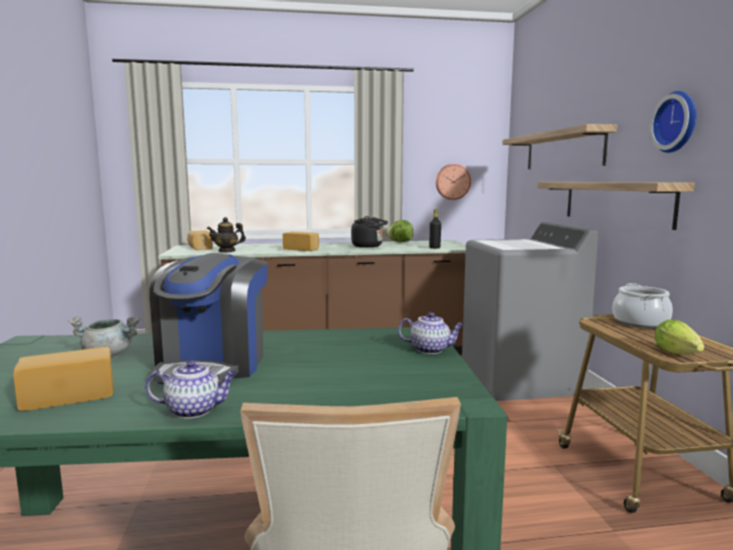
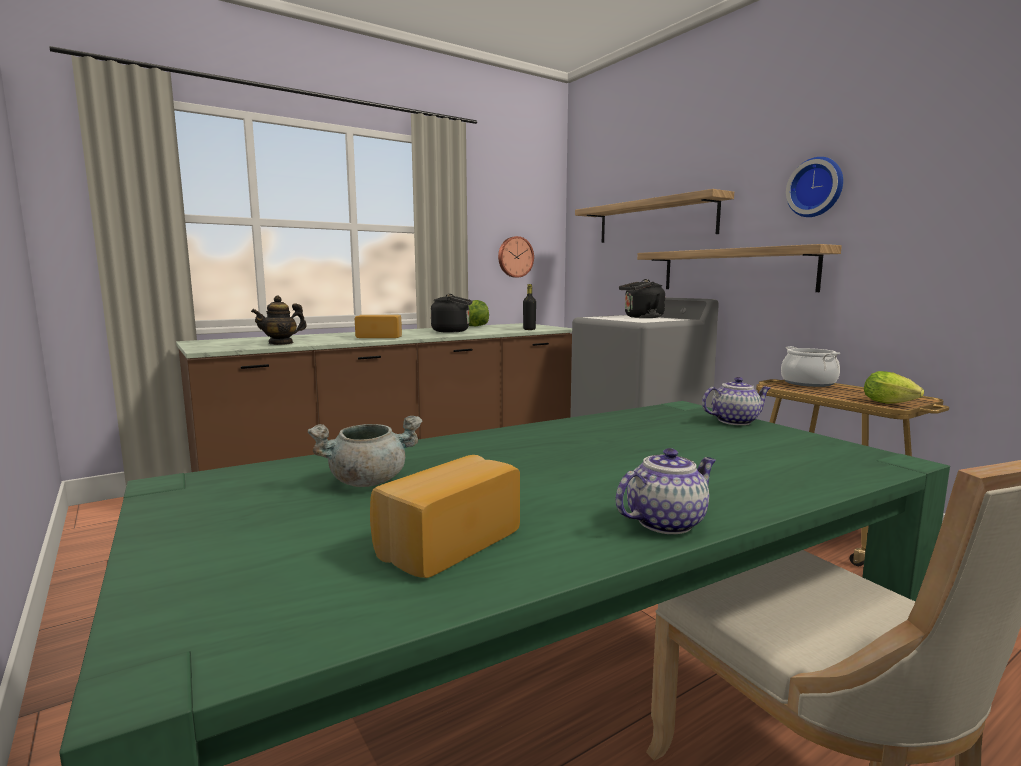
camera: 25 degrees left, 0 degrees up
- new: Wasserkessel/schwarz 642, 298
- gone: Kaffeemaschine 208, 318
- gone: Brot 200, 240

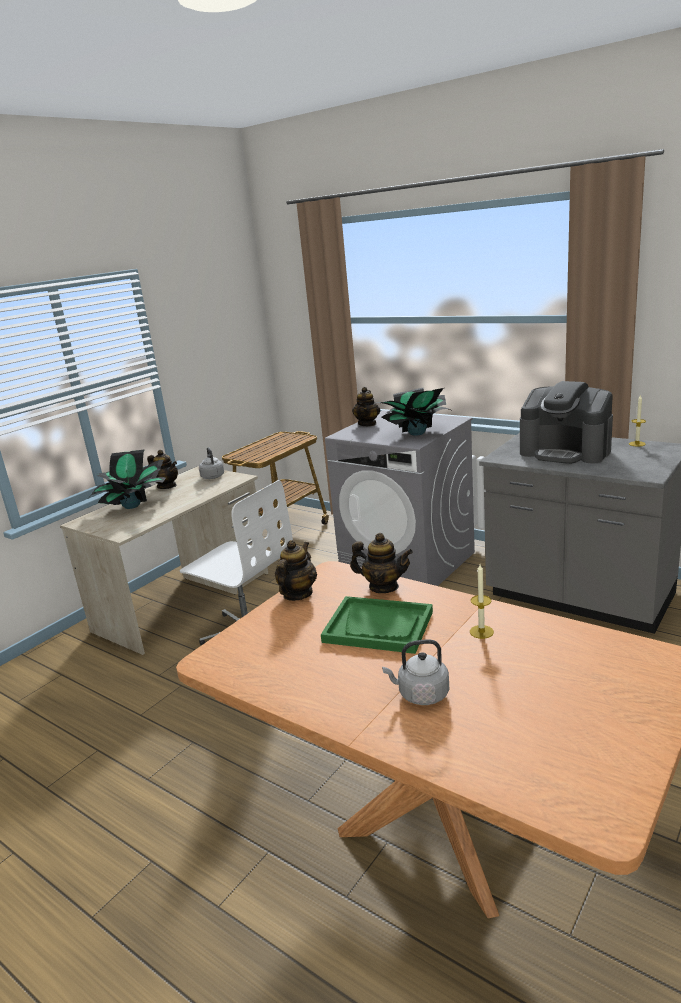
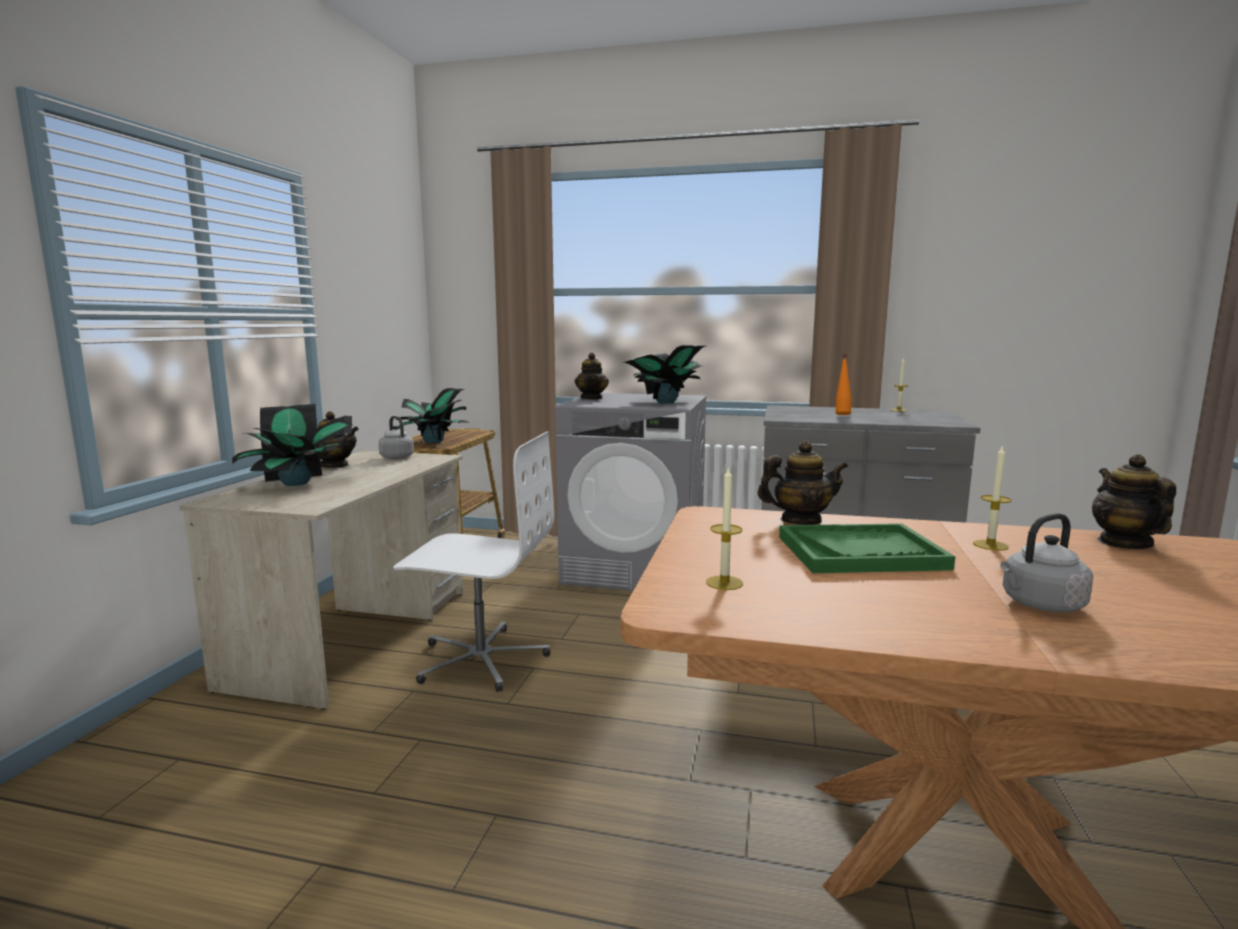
camera: 25 degrees left, 10 degrees down
- new: Topfpflanze 432, 416
- new: Kerze 724, 528
- swapped: Kaffeemaschine 566, 422 to Flasche/orange 843, 384
- shifted: Teekanne 296, 570 to 1134, 501

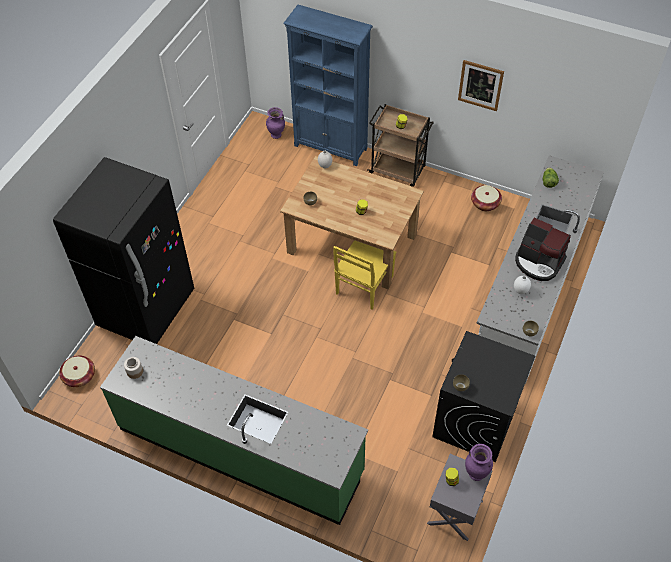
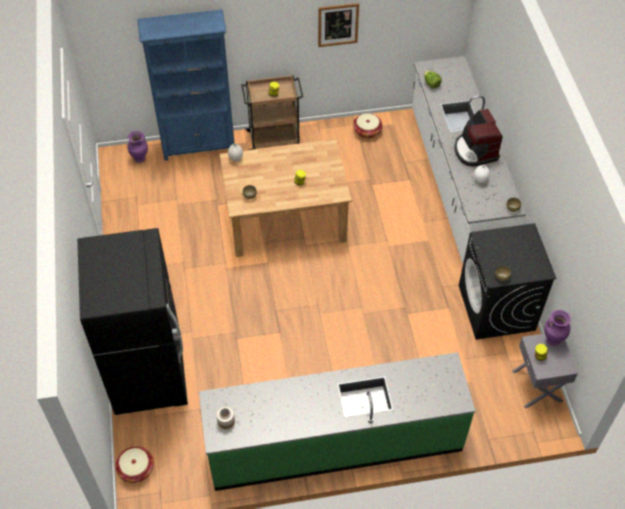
camera: 35 degrees left, 0 degrees up
- rotated: Kaffeemaschine 543, 249 = 478, 138 75 degrees clockwise
- gone: Stuhl/gelb 365, 275

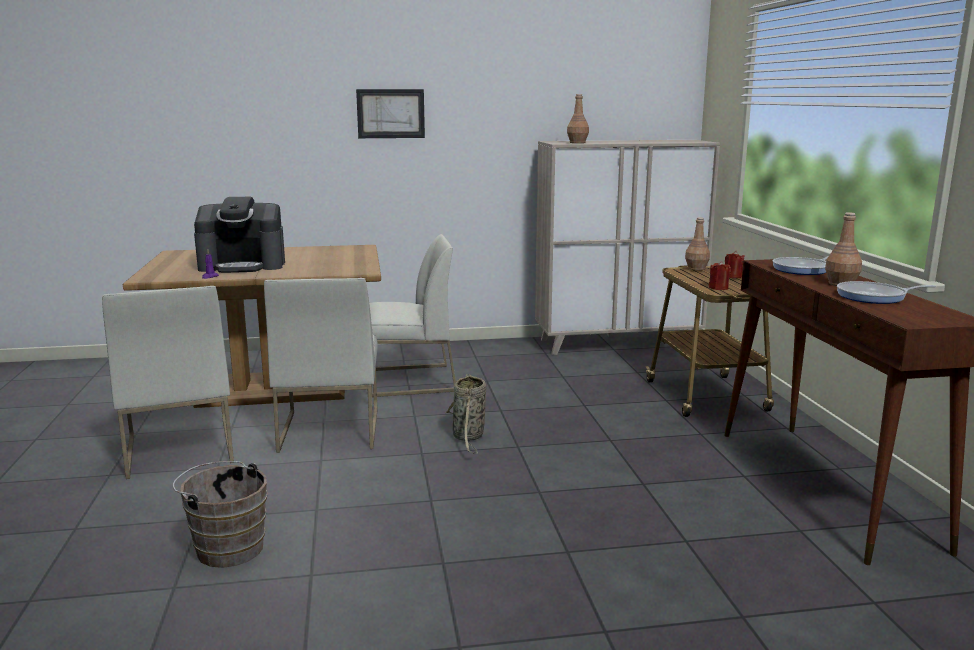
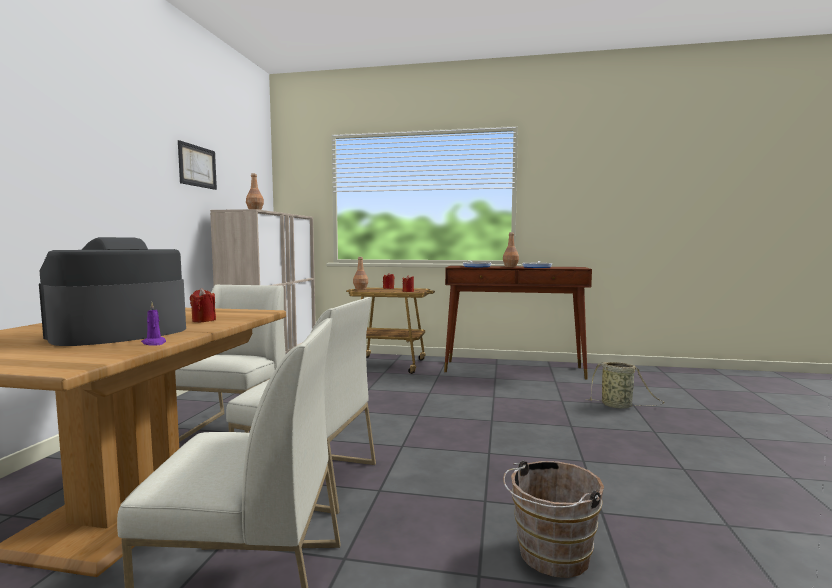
camera: 70 degrees left, 10 degrees down
- rotated: Kaffeemaschine 239, 235 = 112, 291 150 degrees counterclockwise
- shifted: Bild 390, 113 to 197, 165
- new: Kerze/rot 203, 305
- shifted: Korb 465, 414 to 626, 385

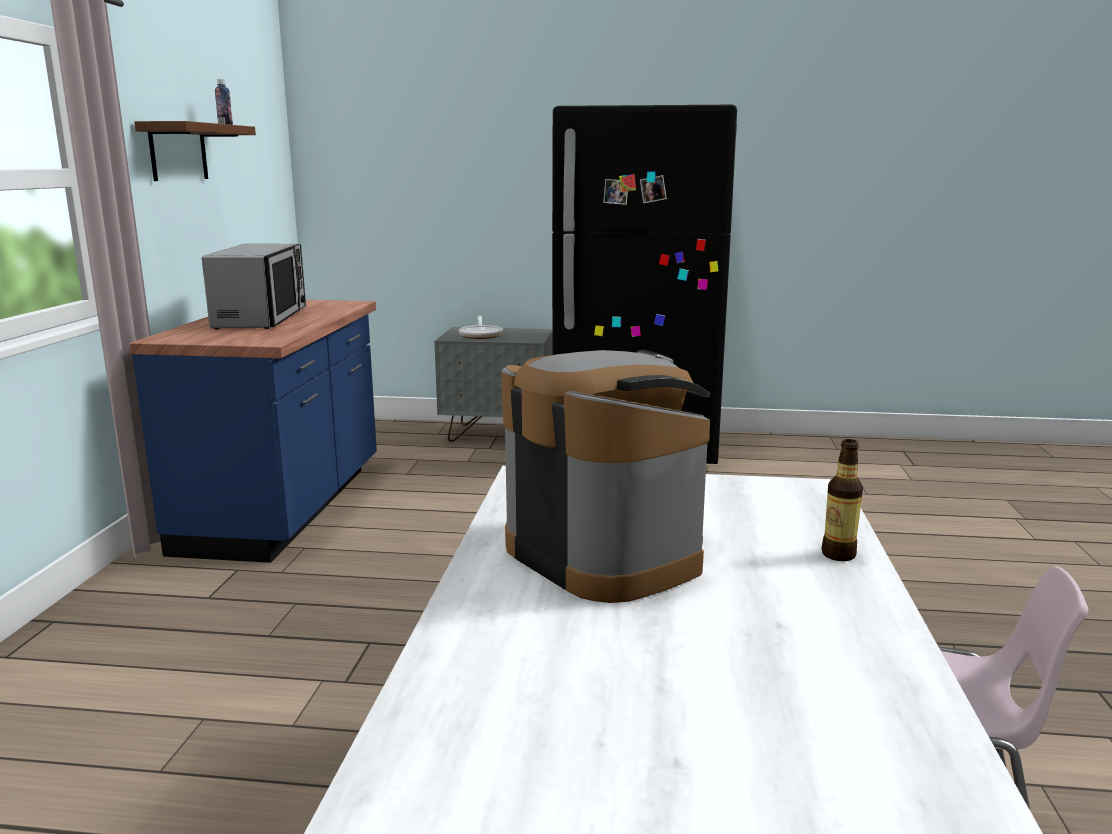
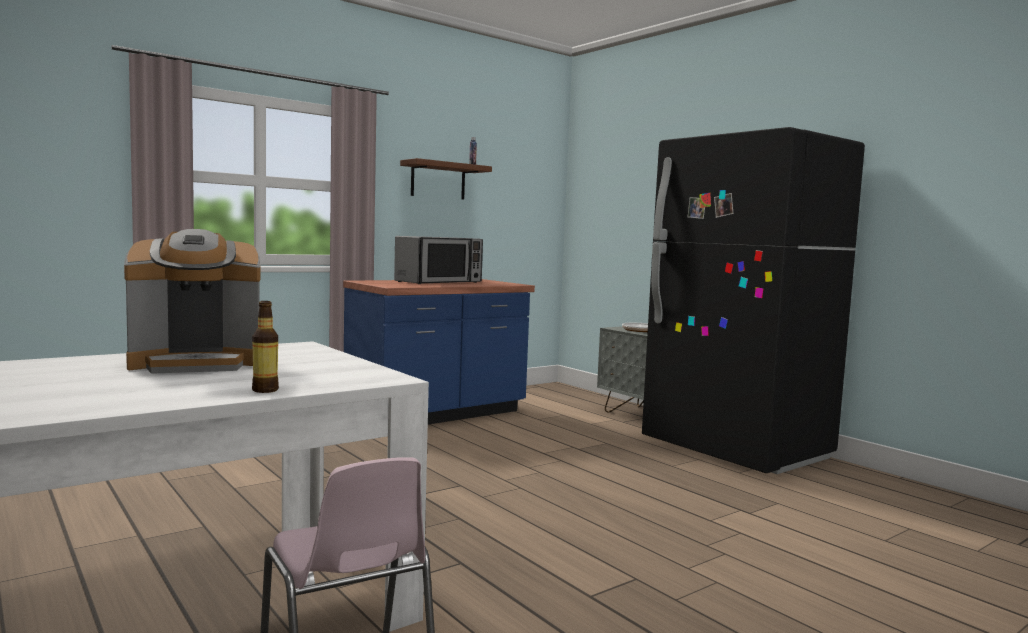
camera: 45 degrees right, 10 degrees down
- rotated: Kaffeemaschine 606, 476 = 192, 301 60 degrees clockwise

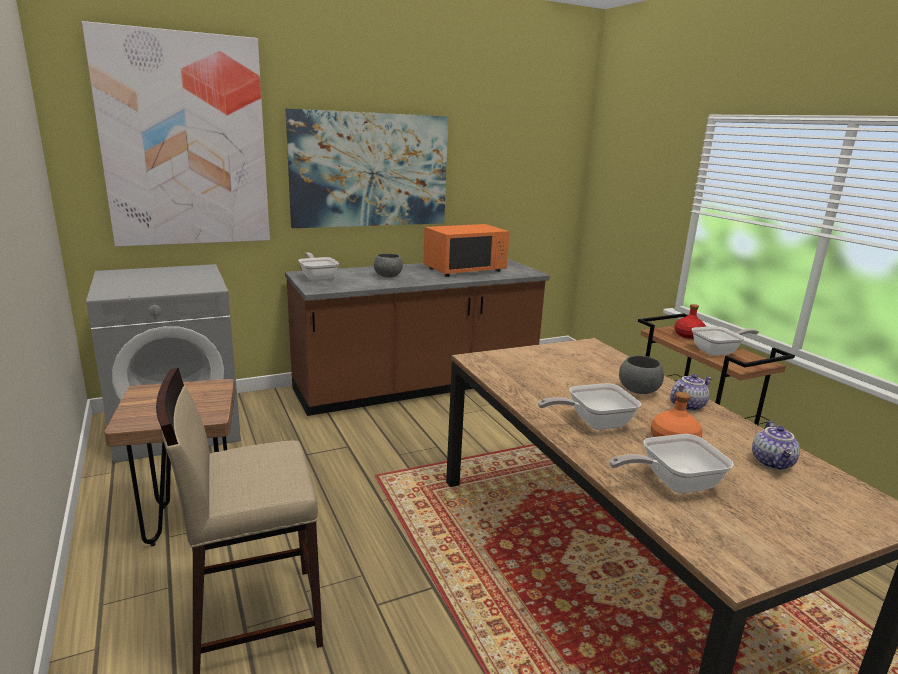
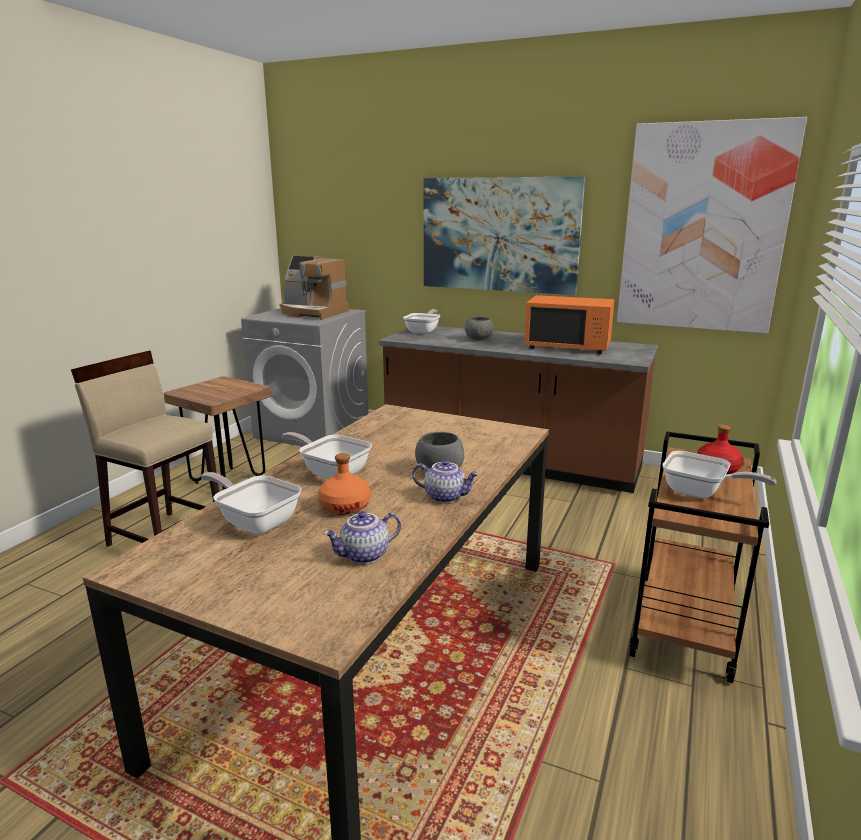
camera: 50 degrees right, 0 degrees up
- new: Kaffeemaschine 314, 288
- shifted: Bild 176, 134 to 712, 225

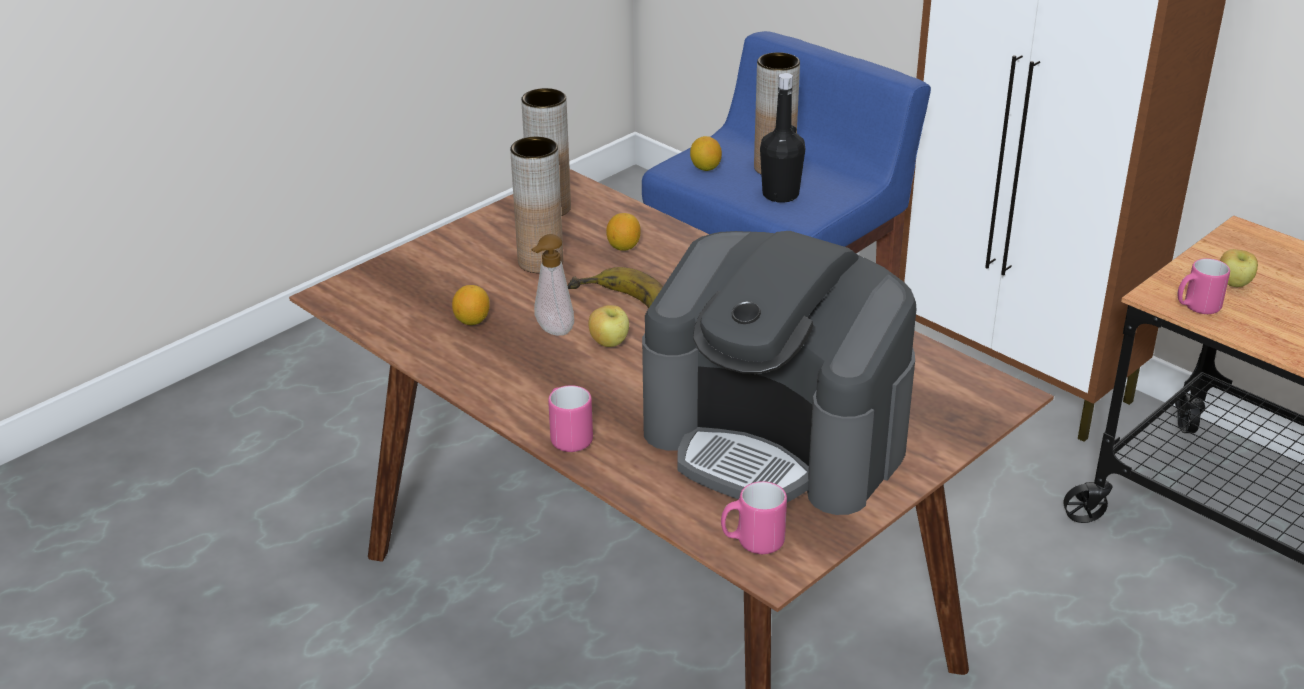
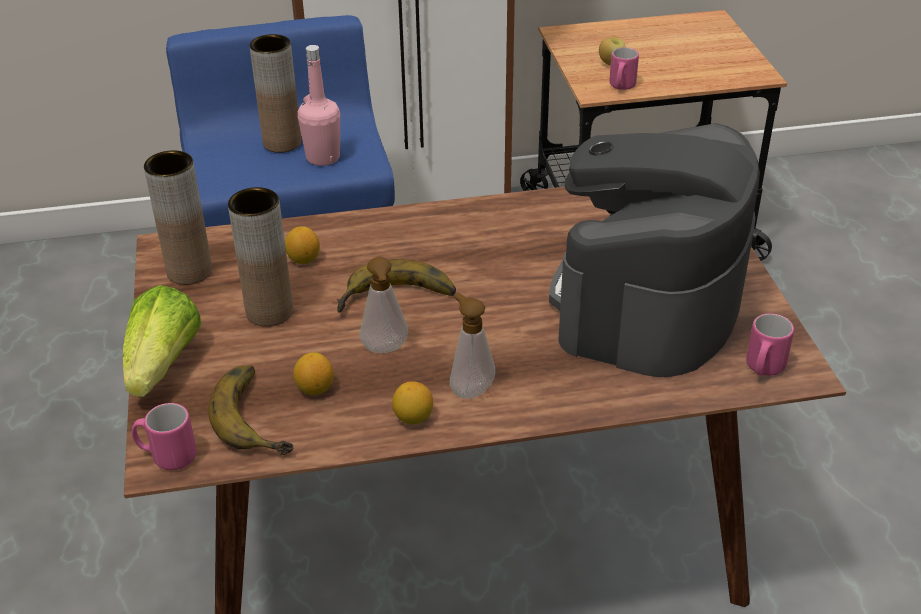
camera: 55 degrees left, 5 degrees up
- new: Salatkopf 162, 341
- shifted: Henkelbecher/rosa 570, 418 to 164, 436
- new: Banane 250, 410
- repainted: Flasche/schwarz 782, 138 to Flasche/rosa 318, 105
- shifted: Zitrone 706, 153 to 412, 402
- new: Seifenspender 472, 346
- rotated: Kaffeemaschine 779, 373 = 654, 250 135 degrees clockwise
- gone: Apfel 608, 326

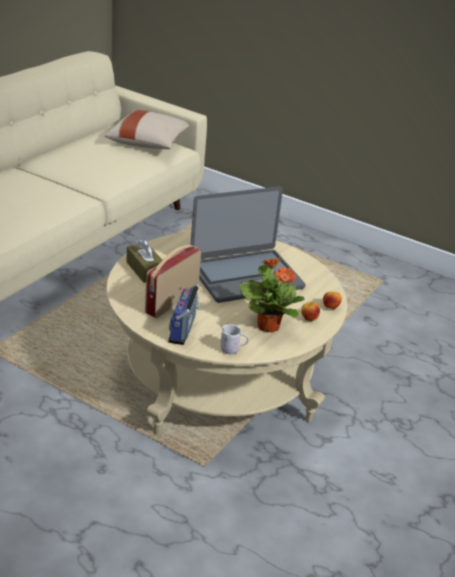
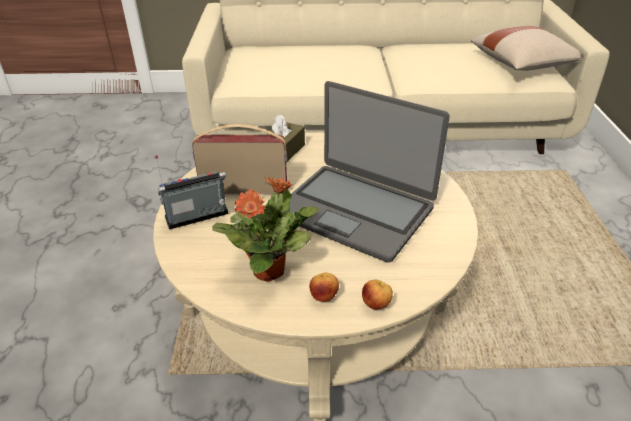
camera: 60 degrees right, 5 degrees up
- gone: Henkelbecher/weiß 234, 339

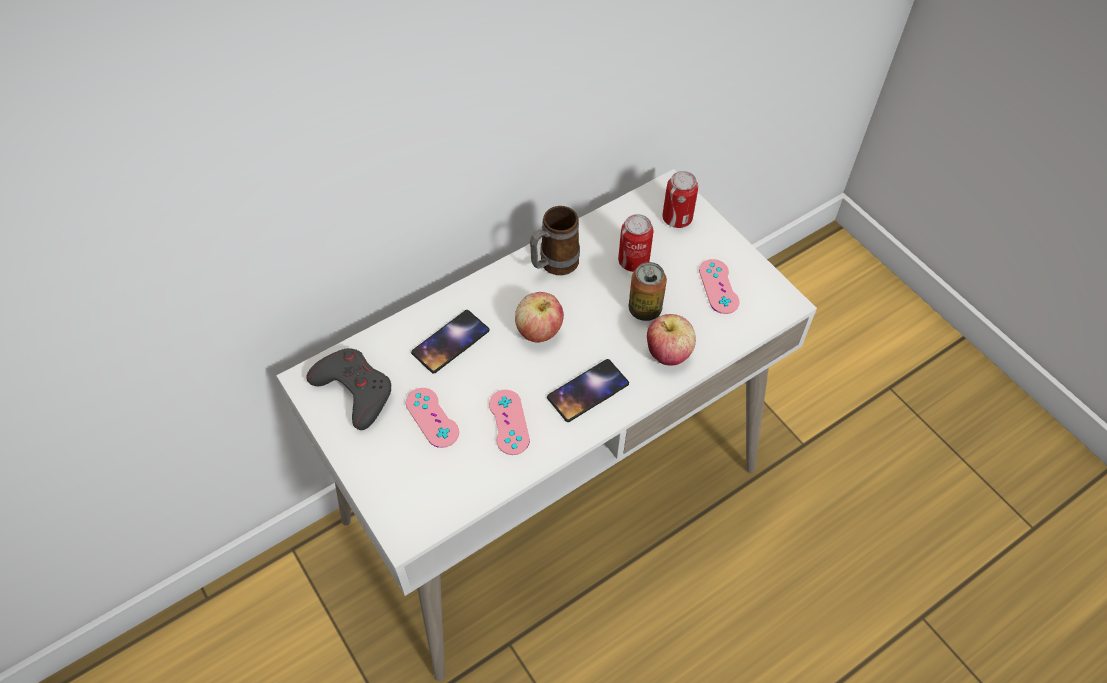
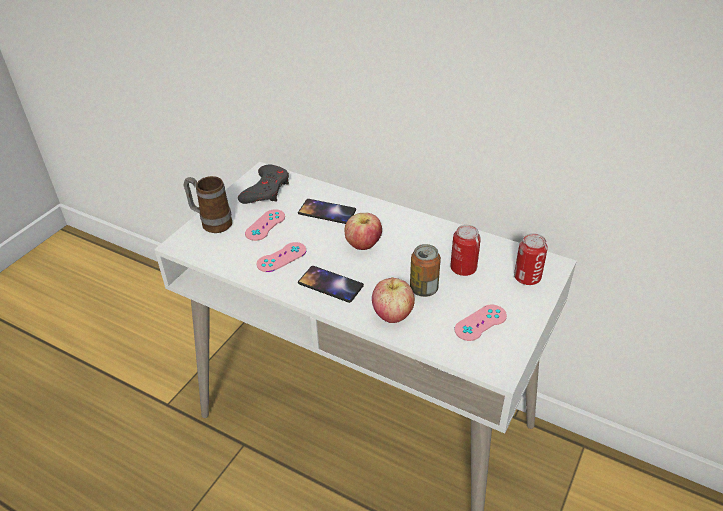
camera: 65 degrees right, 15 degrees down
- shifted: Henkelbecher 555, 240 to 207, 204

